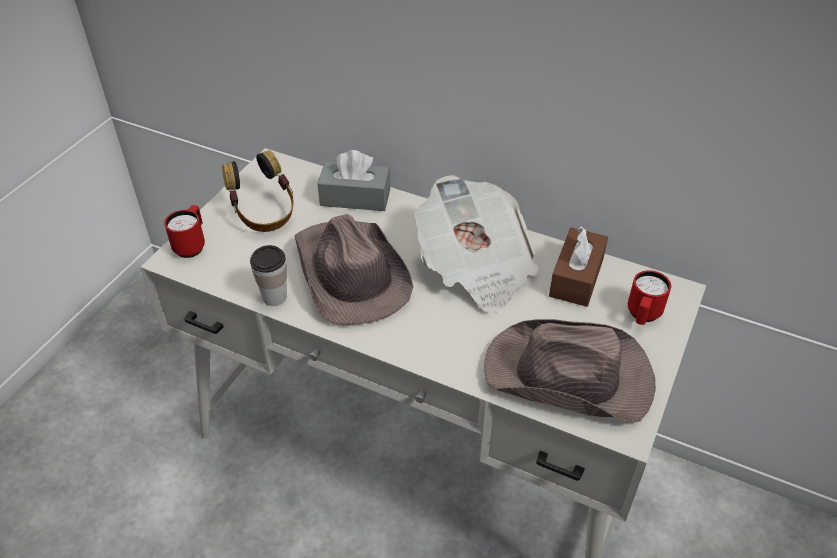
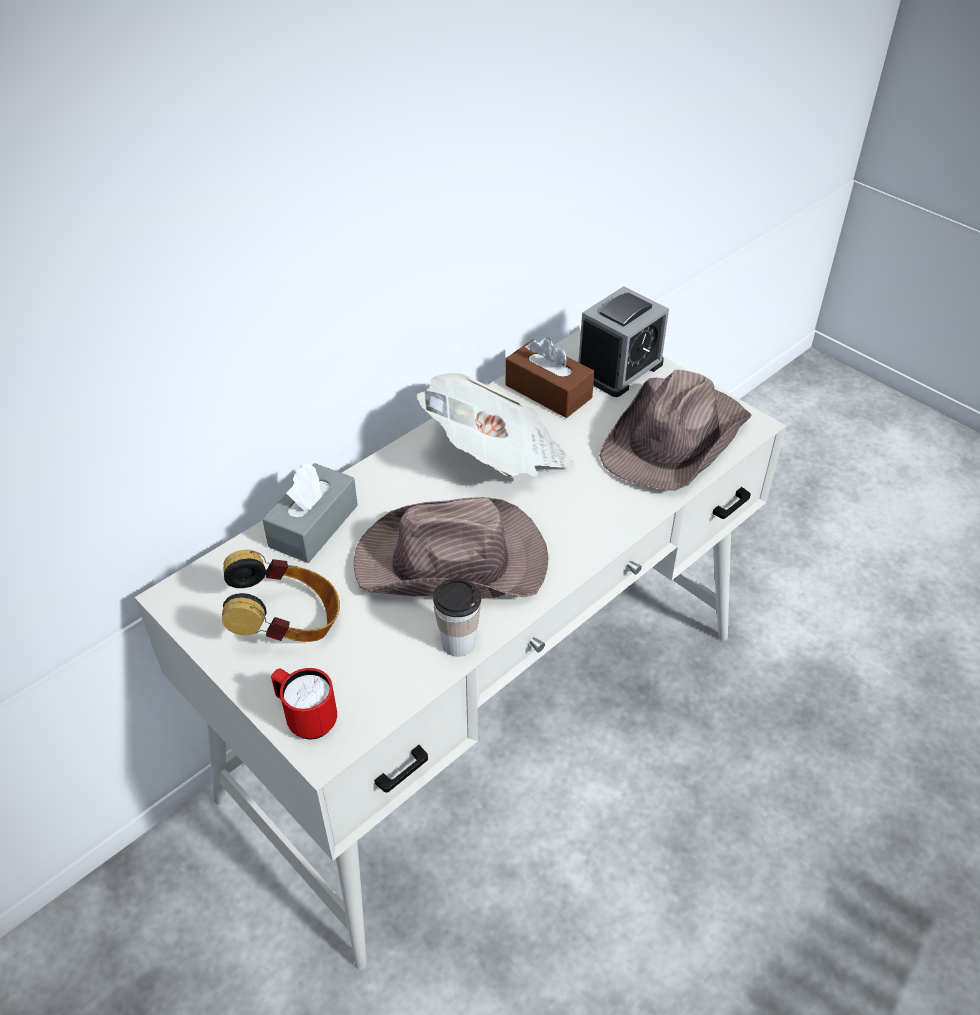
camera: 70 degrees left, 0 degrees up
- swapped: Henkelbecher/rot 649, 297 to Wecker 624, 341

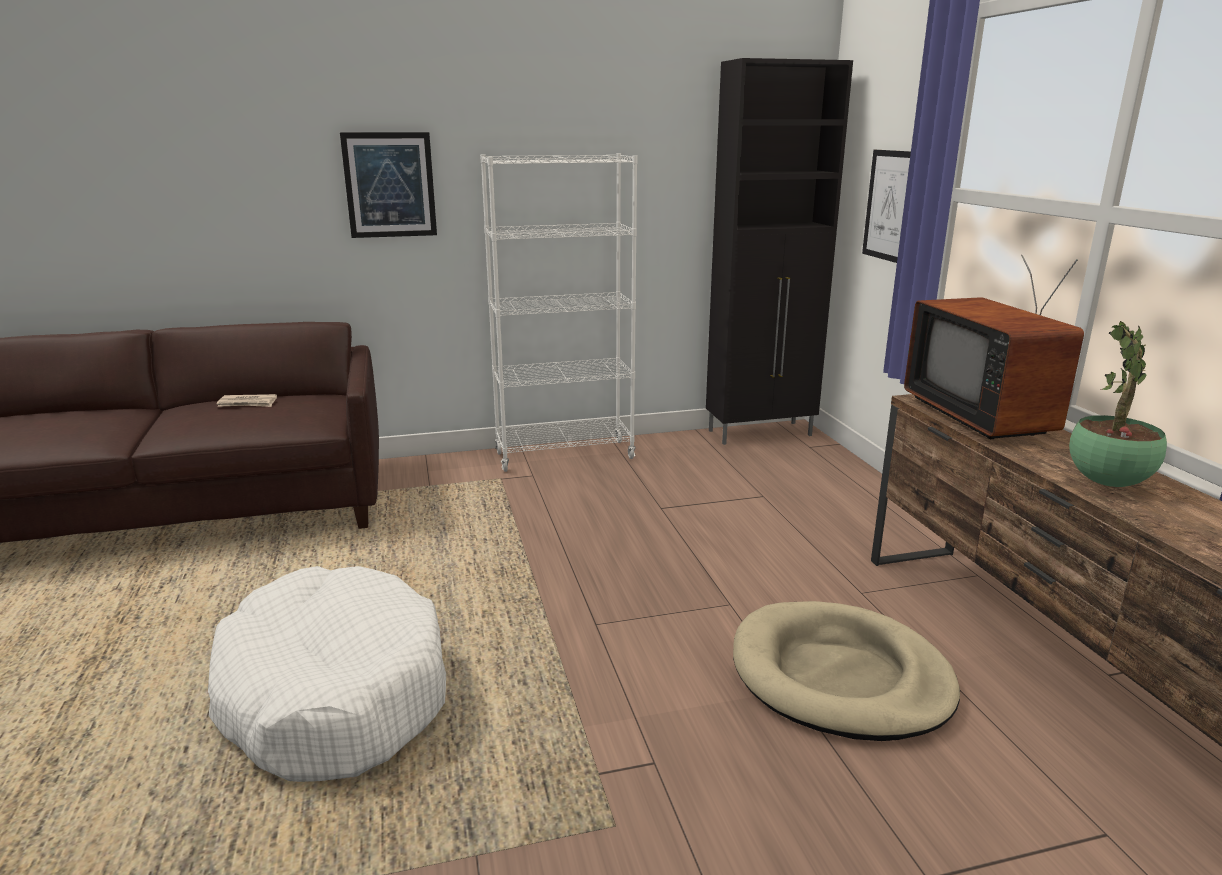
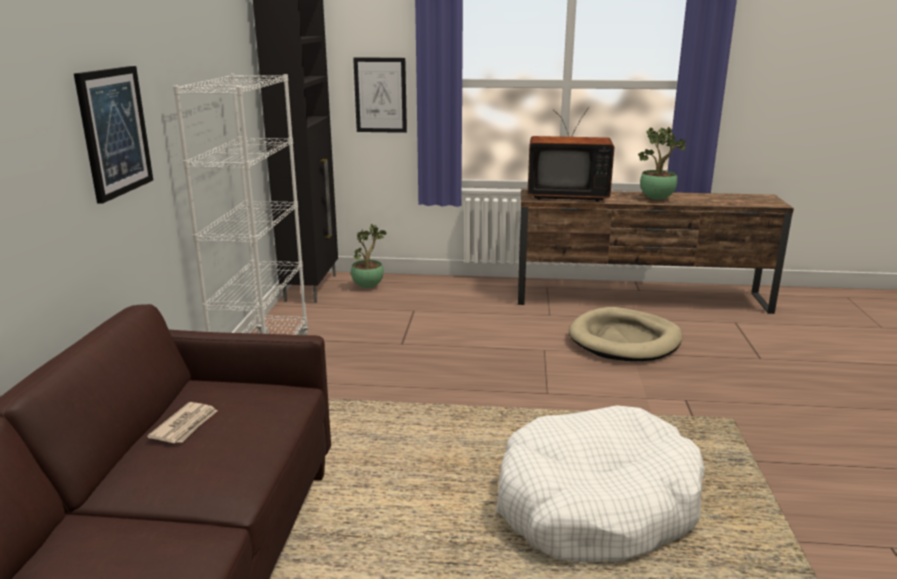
camera: 70 degrees left, 0 degrees up
- new: Topfpflanze 369, 256

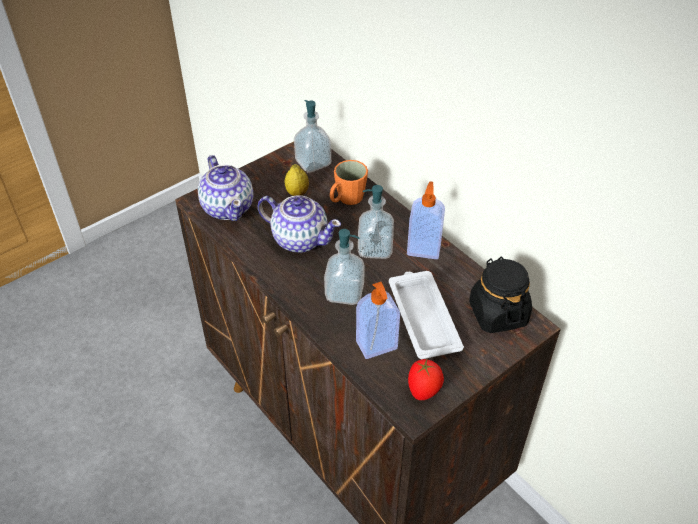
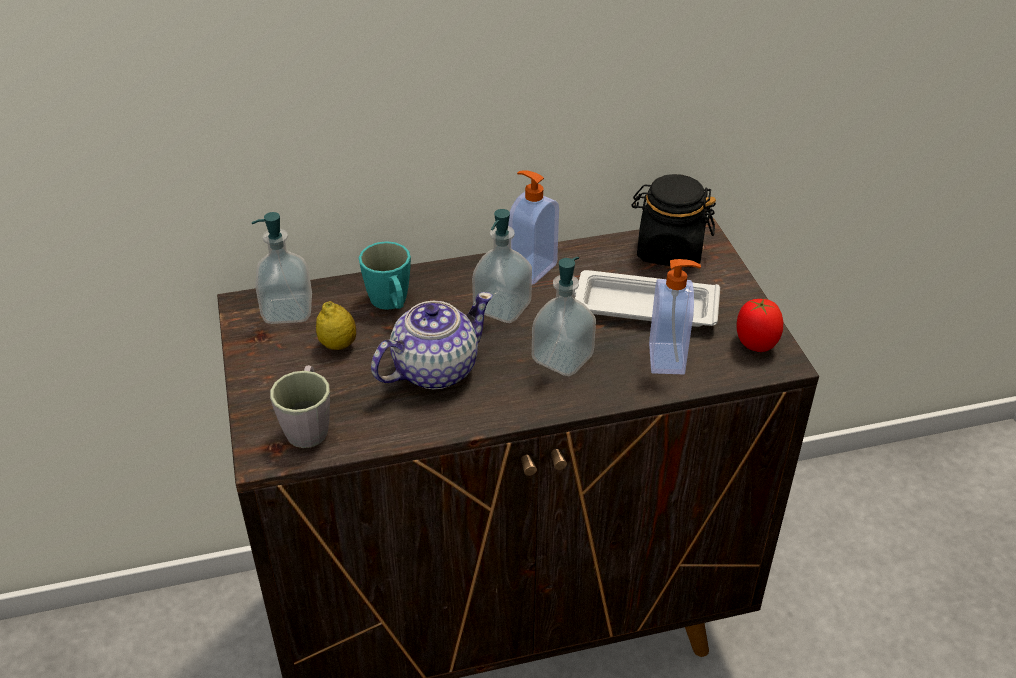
camera: 65 degrees left, 5 degrees down
- swapped: Teekanne 225, 188 to Henkelbecher/grau 300, 406
- repainted: Henkelbecher/orange 349, 182 to Henkelbecher/türkis 385, 275

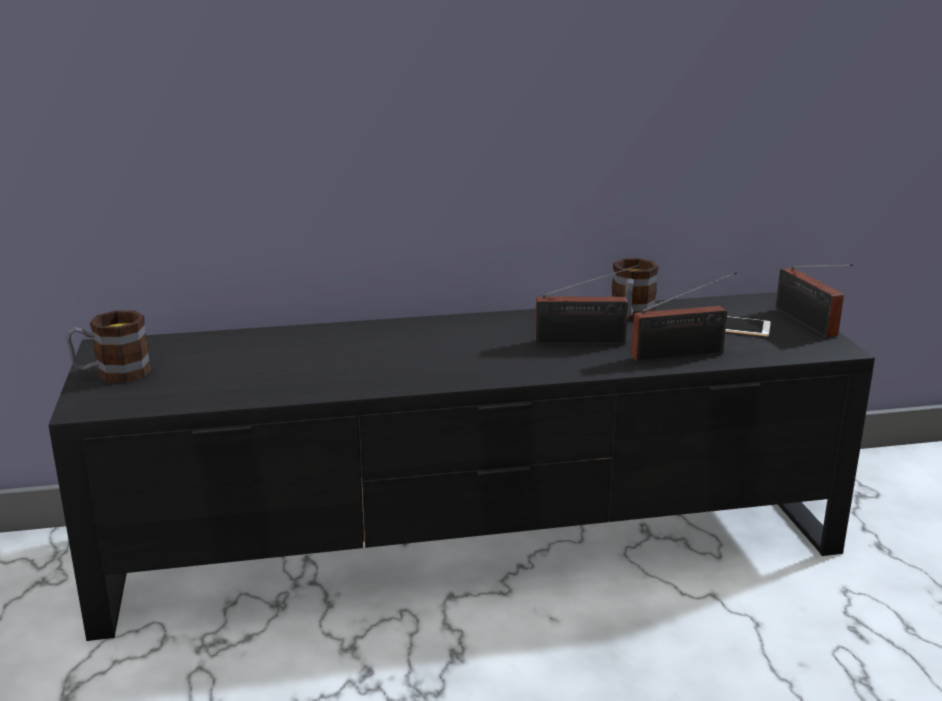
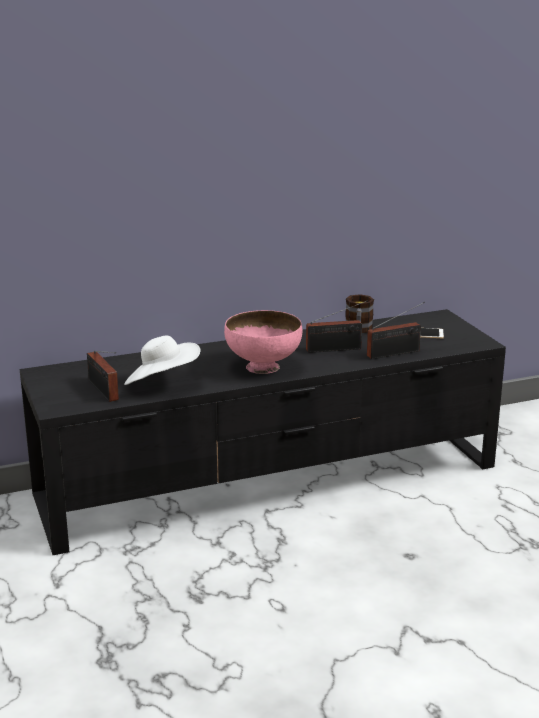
camera: 10 degrees left, 0 degrees up
- shifted: Radio 814, 301 to 103, 376
- new: Hut/weiß 162, 360
- new: Schüssel/rosa 263, 342
- gone: Henkelbecher 108, 346

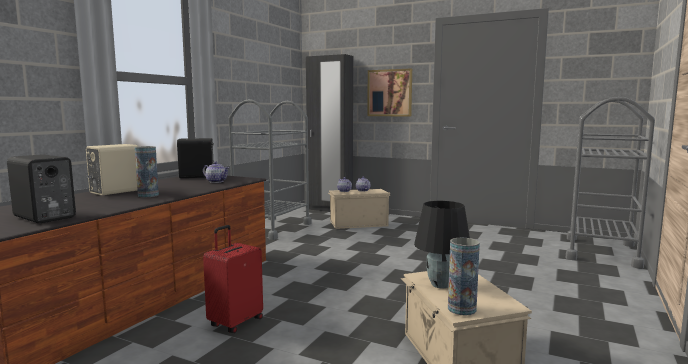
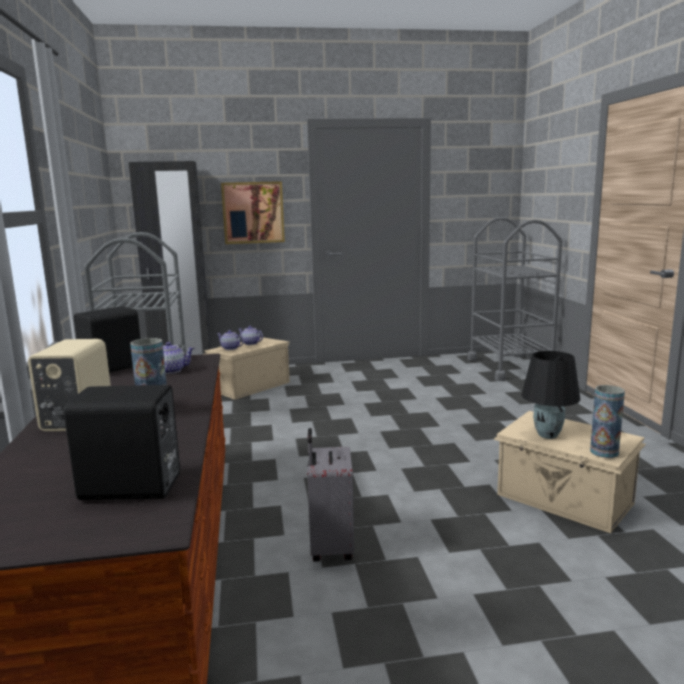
camera: 35 degrees left, 5 degrees up
- repainted: Koffer/rot 233, 279 to Koffer/grau 330, 494

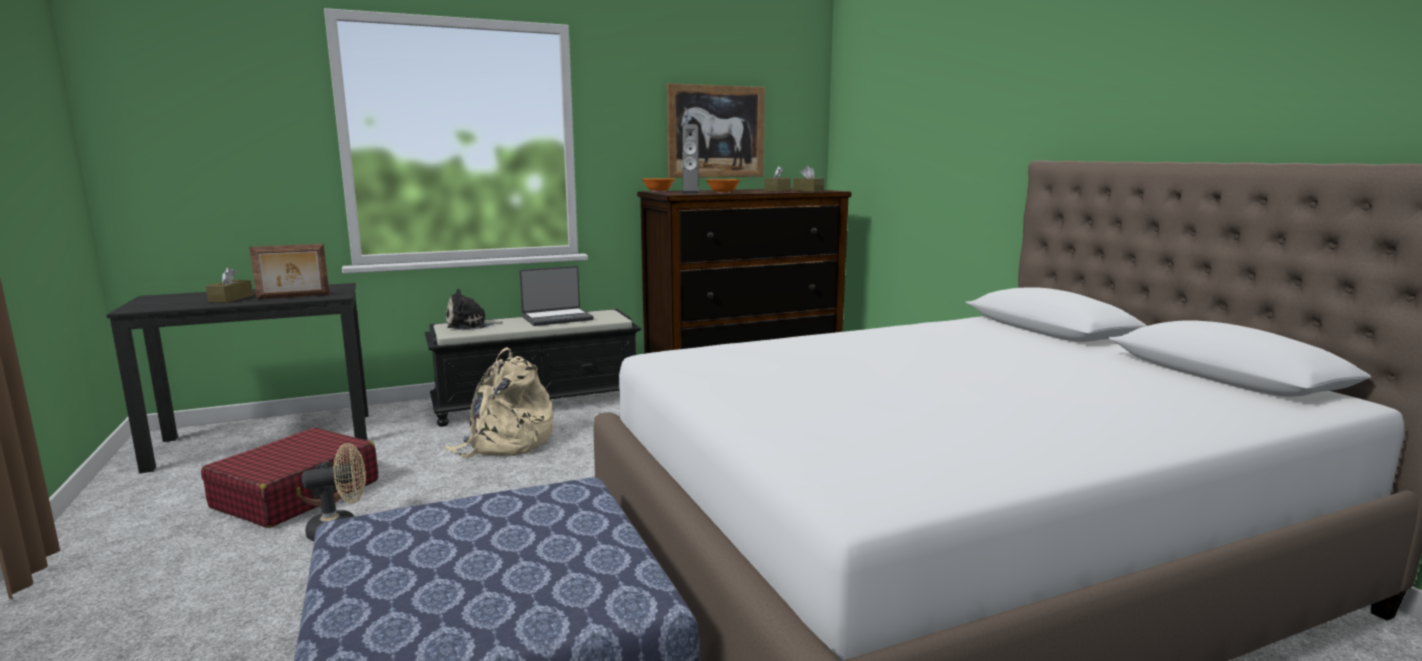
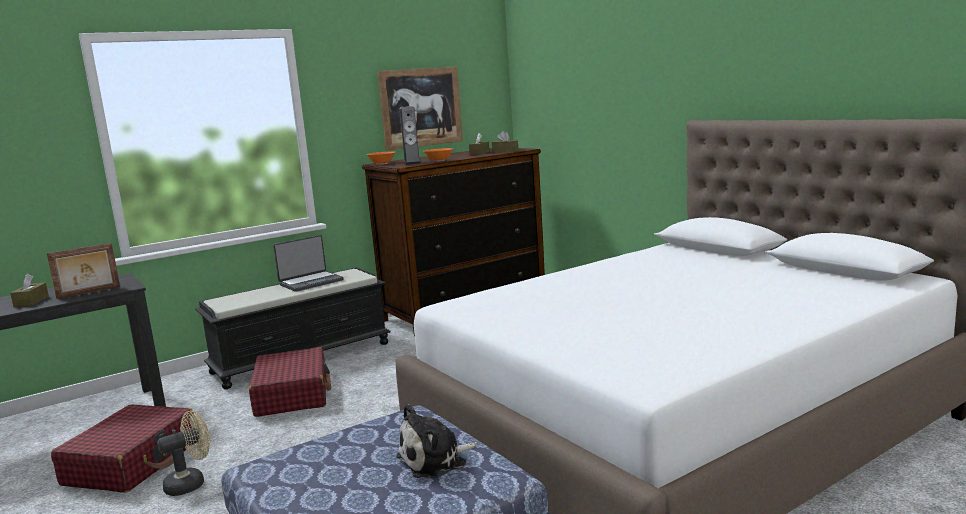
camera: 10 degrees left, 0 degrees up
- swapped: Rucksack/beige 498, 402 to Koffer/rot 290, 382
- shifted: Plüschtier 474, 309 to 436, 441

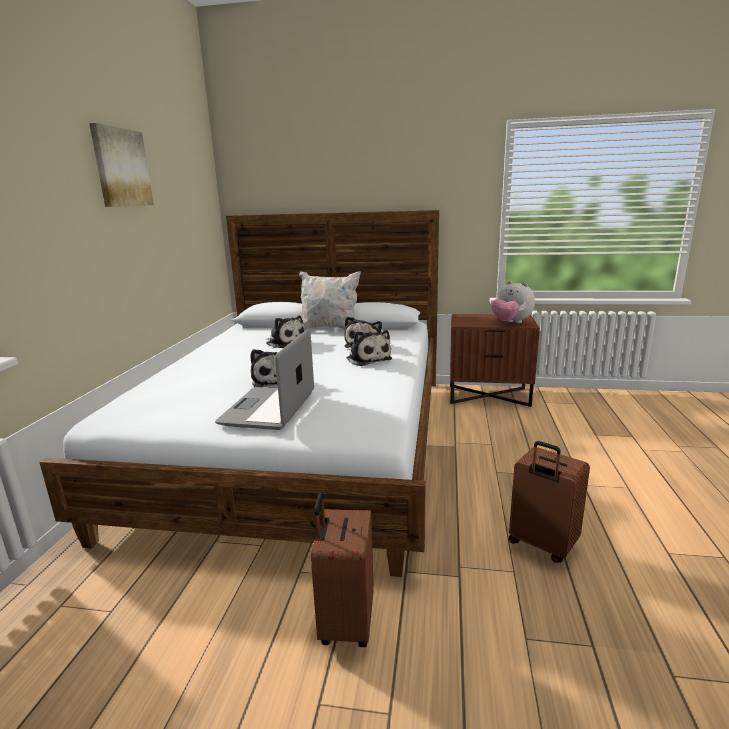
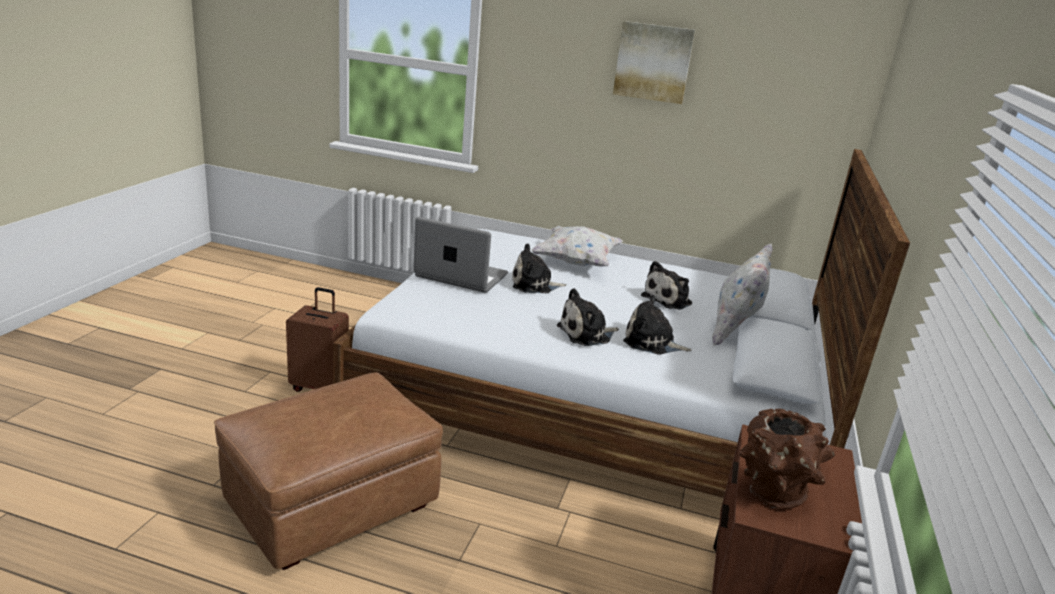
camera: 95 degrees right, 5 degrees up
- swapped: Koffer/braun 549, 502 to Polsterhocker/braun 328, 471
- new: Kissen/weiß 577, 246
- swapped: Plüschtier 513, 302 to Vase/braun 787, 458

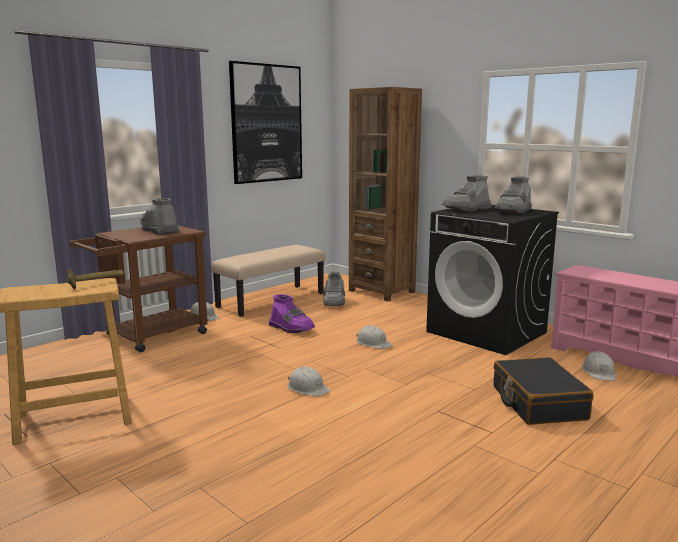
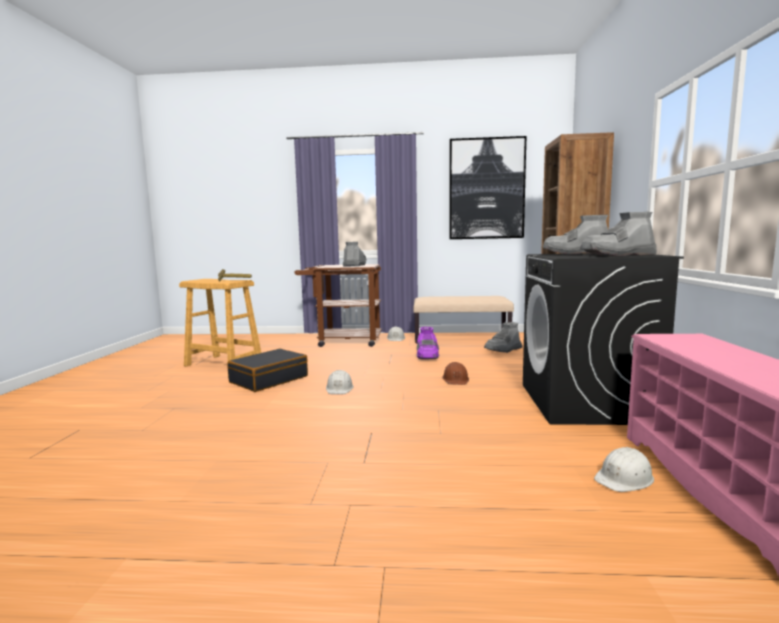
camera: 50 degrees right, 5 degrees down
- shifted: Koffer/schwarz 543, 391 to 267, 370
- repainted: Schutzhelm/weiß 374, 337 to Schutzhelm/braun 455, 373

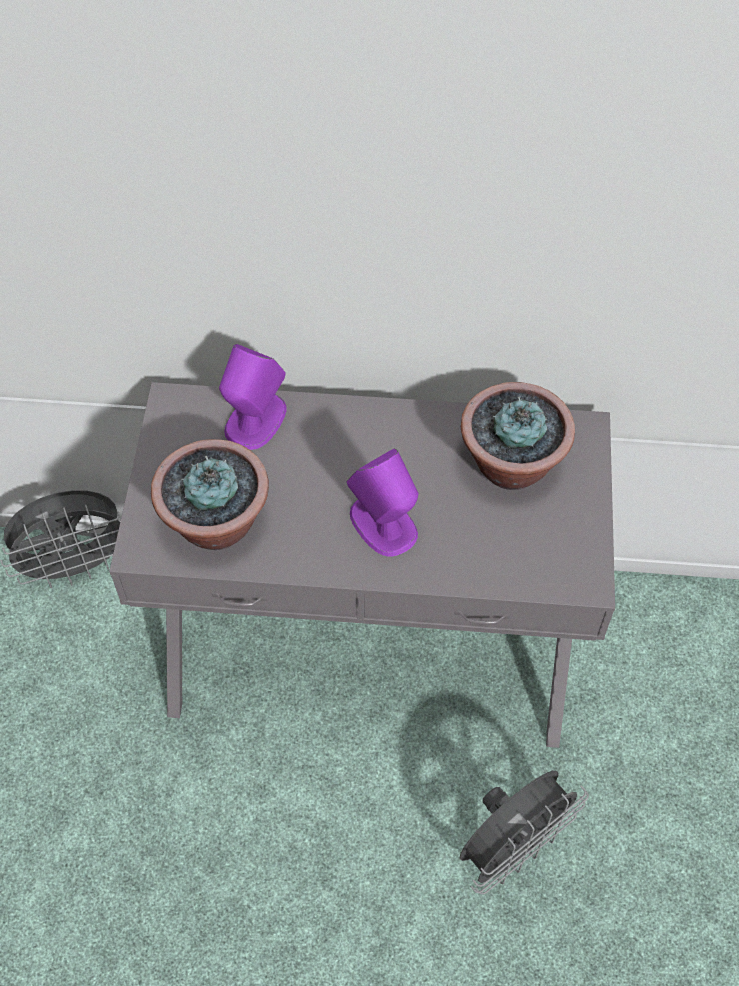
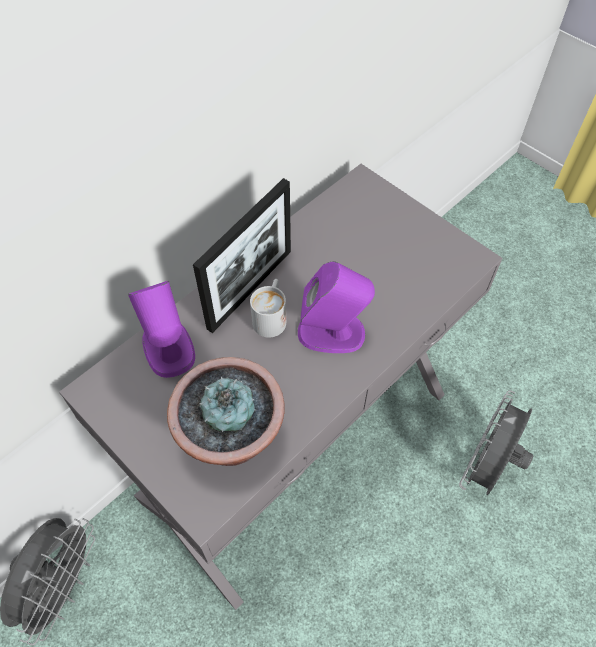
camera: 50 degrees left, 0 degrees up
- new: Bilderrahmen 242, 255
- new: Henkelbecher/weiß 268, 308
- rotated: Ventilator/grau 524, 833 = 496, 443 150 degrees counterclockwise
- gone: Topfpflanze 518, 436

